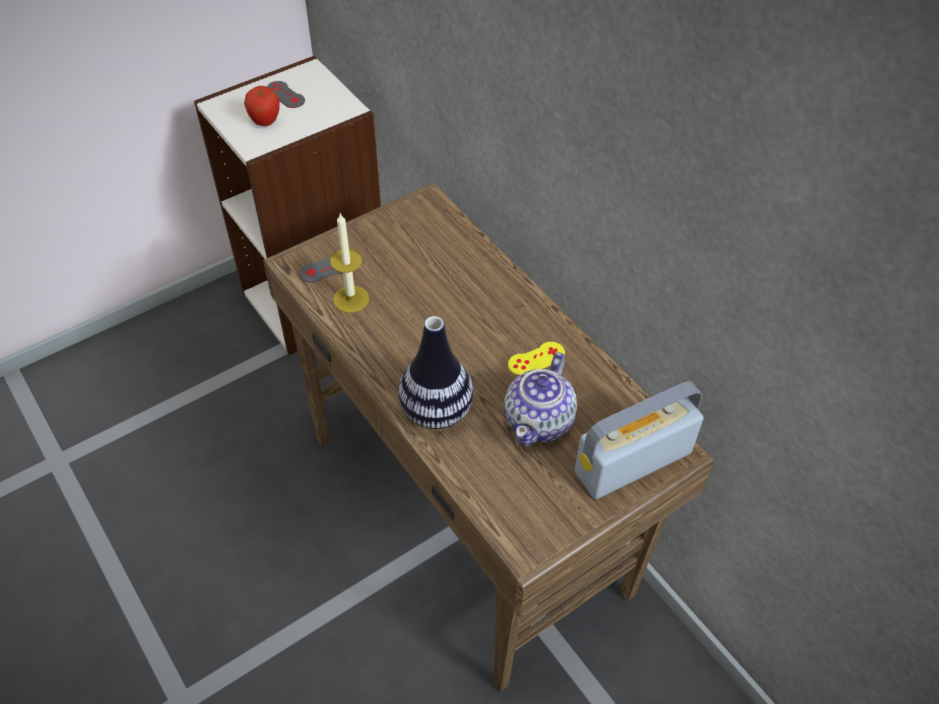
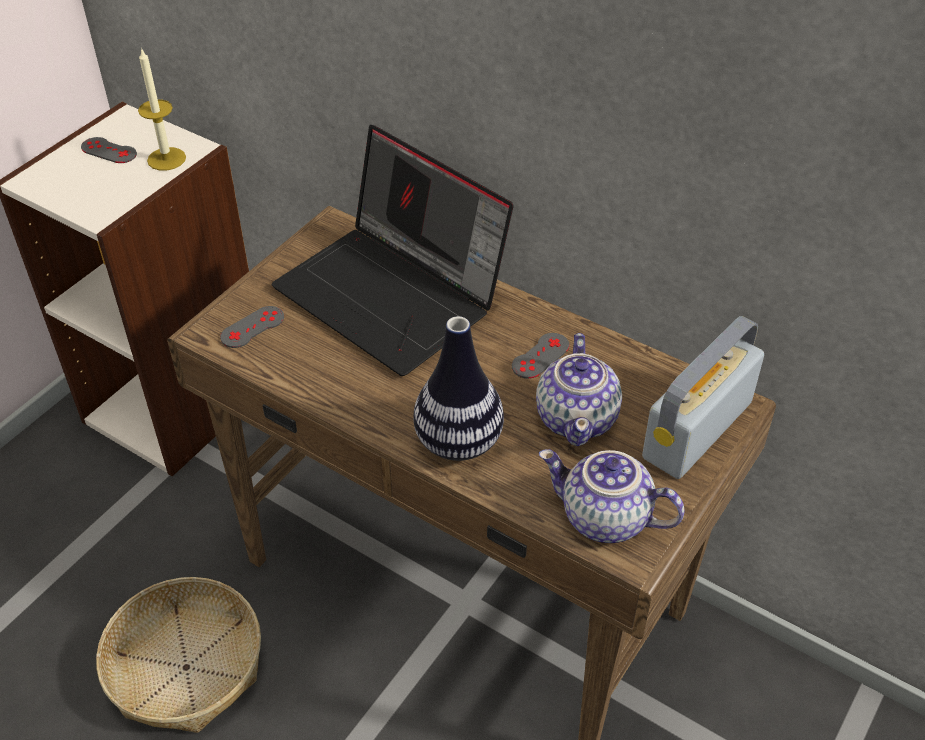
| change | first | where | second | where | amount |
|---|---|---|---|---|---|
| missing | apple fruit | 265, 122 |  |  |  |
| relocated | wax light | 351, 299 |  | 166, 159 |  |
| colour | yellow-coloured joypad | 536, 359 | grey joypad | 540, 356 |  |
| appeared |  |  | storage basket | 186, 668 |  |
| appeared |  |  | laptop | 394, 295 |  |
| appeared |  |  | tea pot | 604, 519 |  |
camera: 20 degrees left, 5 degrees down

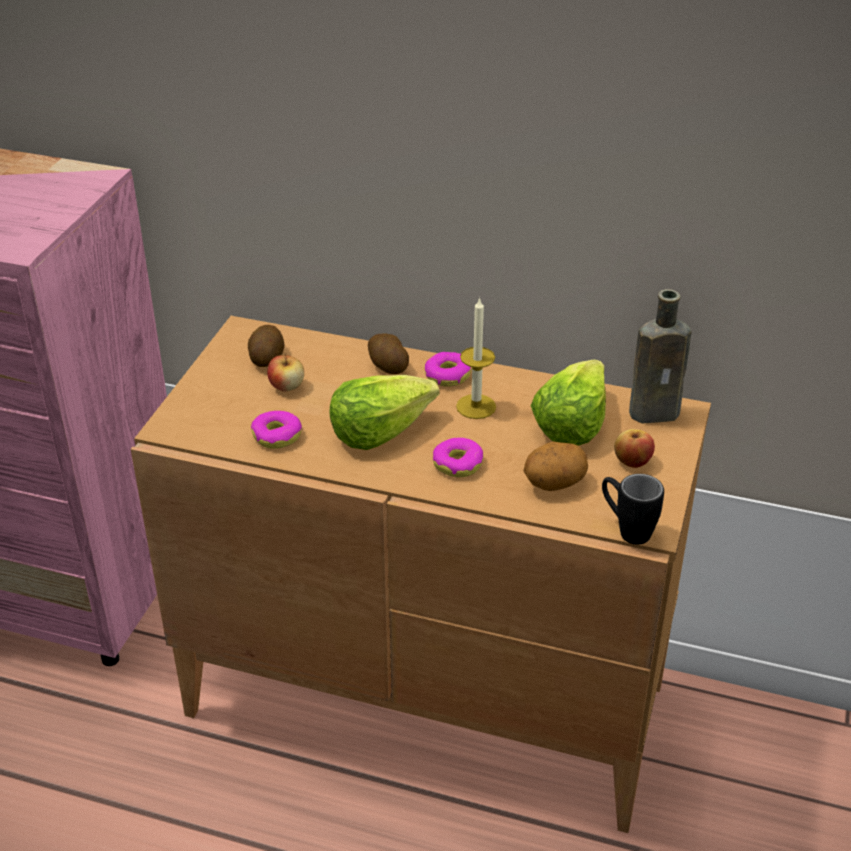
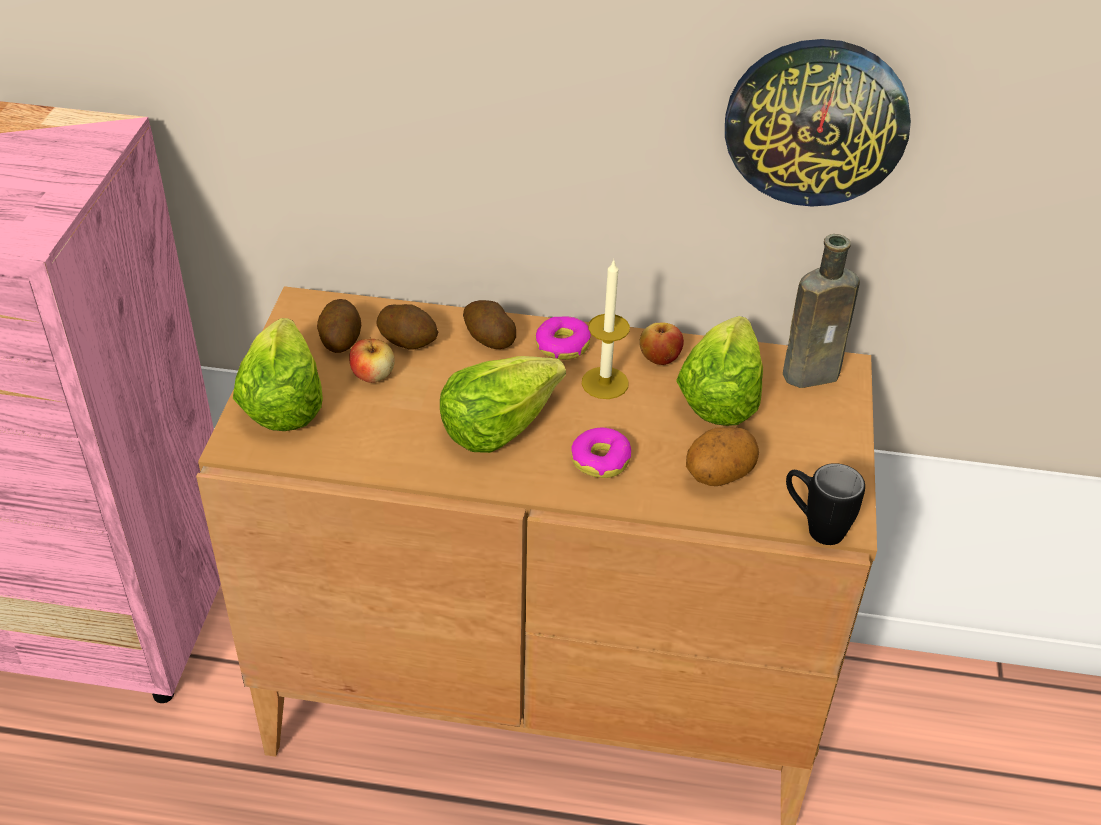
| change | first | where | second | where | amount |
|---|---|---|---|---|---|
| missing | donut | 277, 436 |  |  |  |
| relocated | apple fruit | 632, 461 |  | 659, 358 |  |
| appeared |  |  | head of lettuce | 282, 401 |  |
| appeared |  |  | spud | 408, 340 |  |
| appeared |  |  | clock on the wall | 816, 122 |  |
camera: 10 degrees left, 5 degrees up

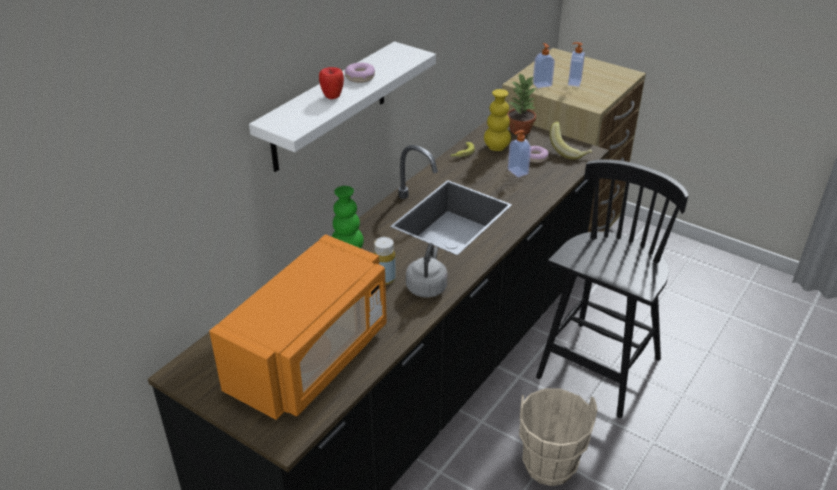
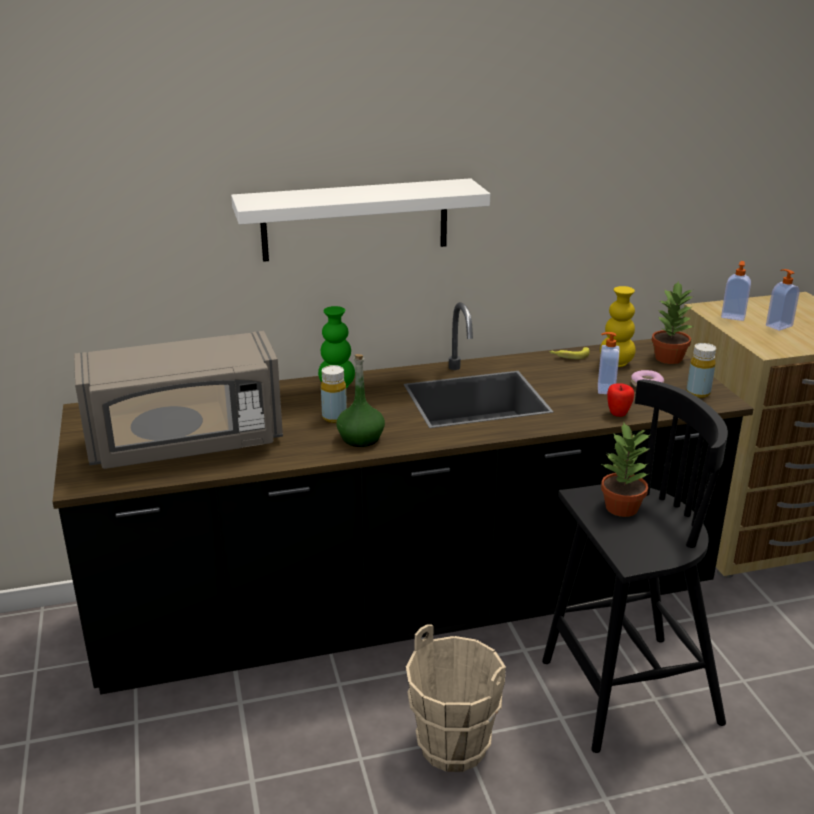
| change | first | where | second | where | amount |
|---|---|---|---|---|---|
| colour | orangey microwave oven | 311, 357 | grey microwave oven | 186, 443 |  |
| relocated | apple fruit | 332, 96 |  | 618, 414 |  |
| missing | donut | 360, 77 |  |  |  |
| exchanged | grey kettle | 427, 286 | greenish drink bottle | 360, 438 |  |
| exchanged | banana fruit | 569, 151 | yellow-coloured drink bottle | 698, 393 |  |
| appeared |  |  | potted plant | 622, 508 |  |
camera: 40 degrees right, 10 degrees down

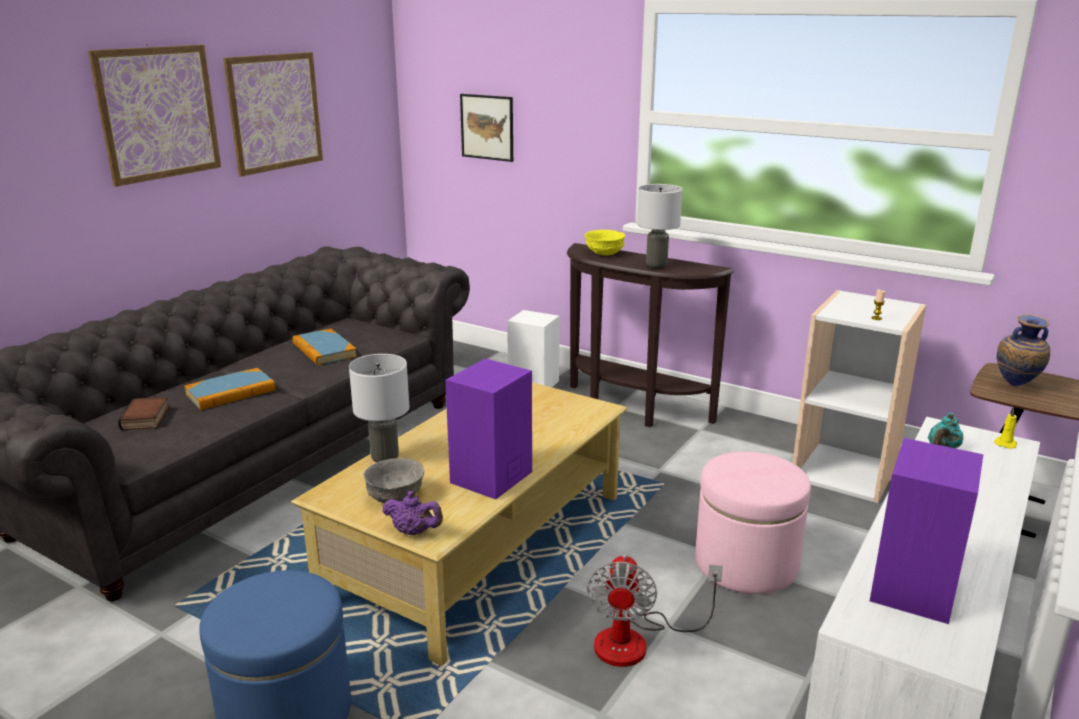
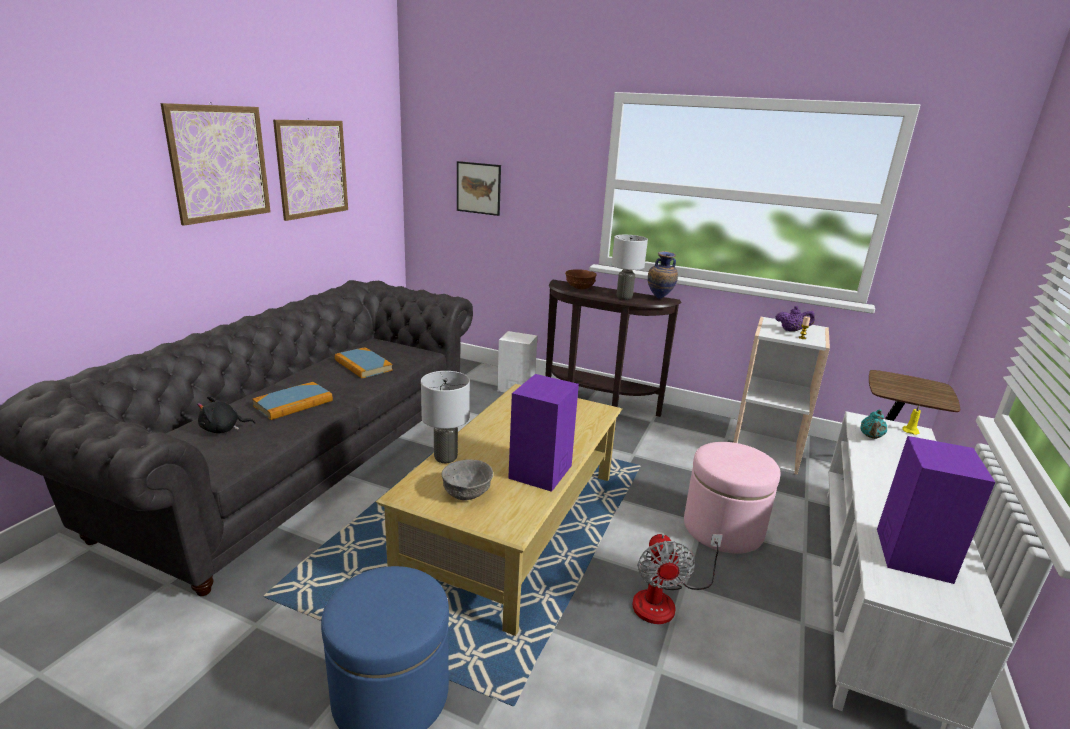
| change | first | where | second | where | amount |
|---|---|---|---|---|---|
| exchanged | volume | 147, 419 | black-coloured cuddly toy | 223, 429 |  |
| relocated | purple tea pot | 414, 532 |  | 792, 330 |  |
| colour | yellow-coloured serving bowl | 604, 253 | brown-coloured serving bowl | 580, 287 |  |
| relocated | flower vase | 1015, 387 |  | 659, 299 |  |
camera: 10 degrees left, 0 degrees up

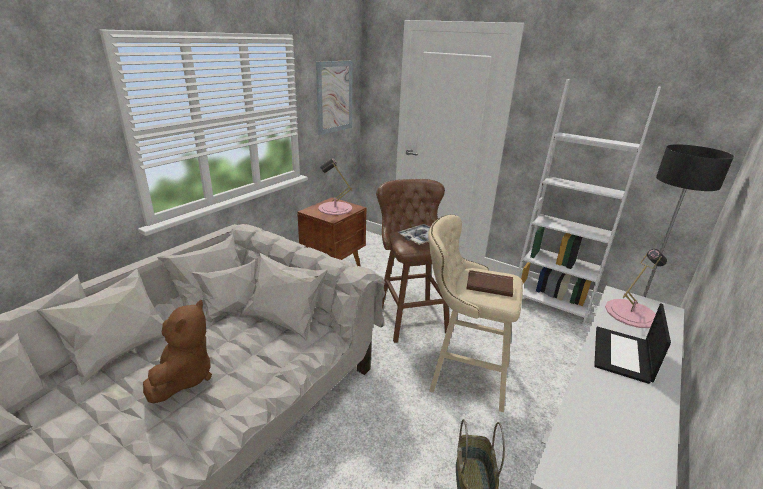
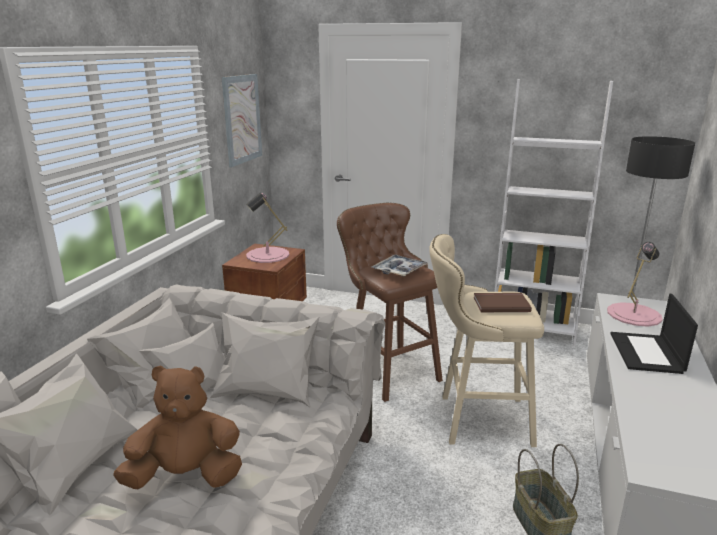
| change | first | where | second | where | amount |
|---|---|---|---|---|---|
| spun | brown-coloured cuddly toy | 184, 377 |  | 186, 476 | 90 degrees counterclockwise |
camera: 15 degrees left, 5 degrees down

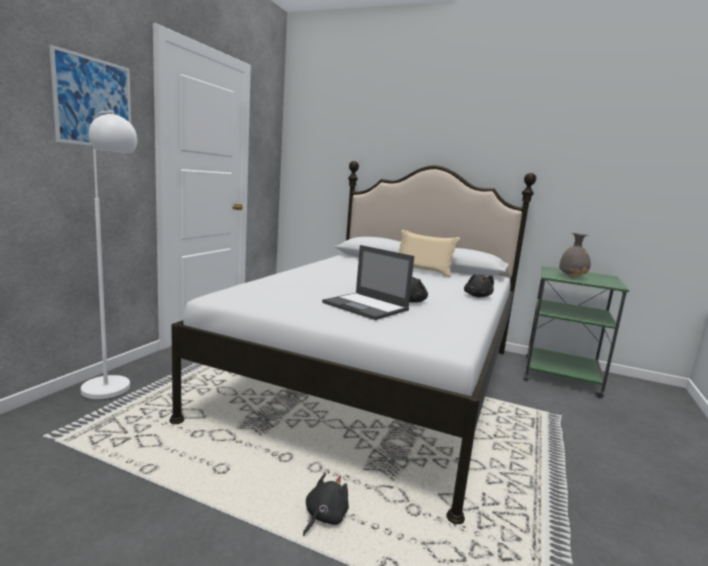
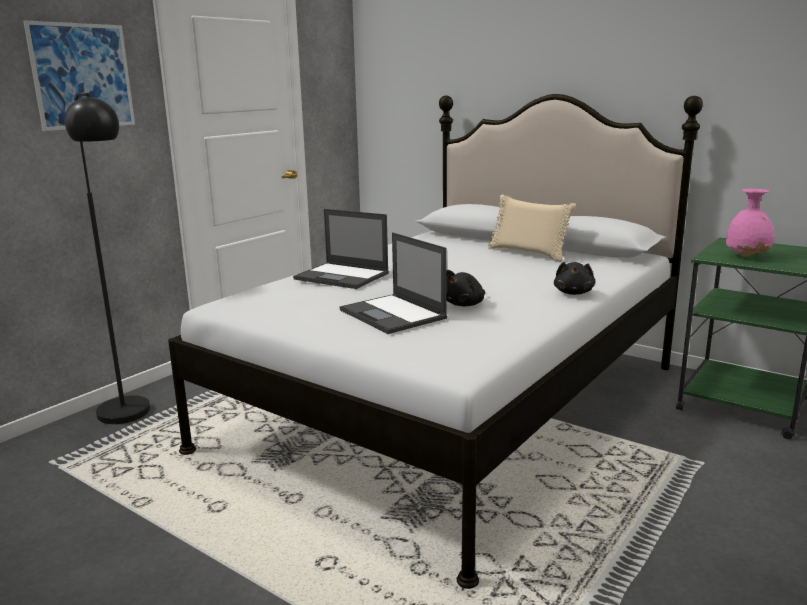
| change | first | where | second | where | amount |
|---|---|---|---|---|---|
| colour | whitish standard lamp | 113, 394 | black-coloured standard lamp | 130, 418 |  |
| missing | black-coloured cuddly toy | 324, 517 |  |  |  |
| colour | grey flower vase | 572, 277 | pink flower vase | 747, 256 |  |
| appeared |  |  | laptop | 342, 276 |  |
camera: 15 degrees right, 5 degrees up

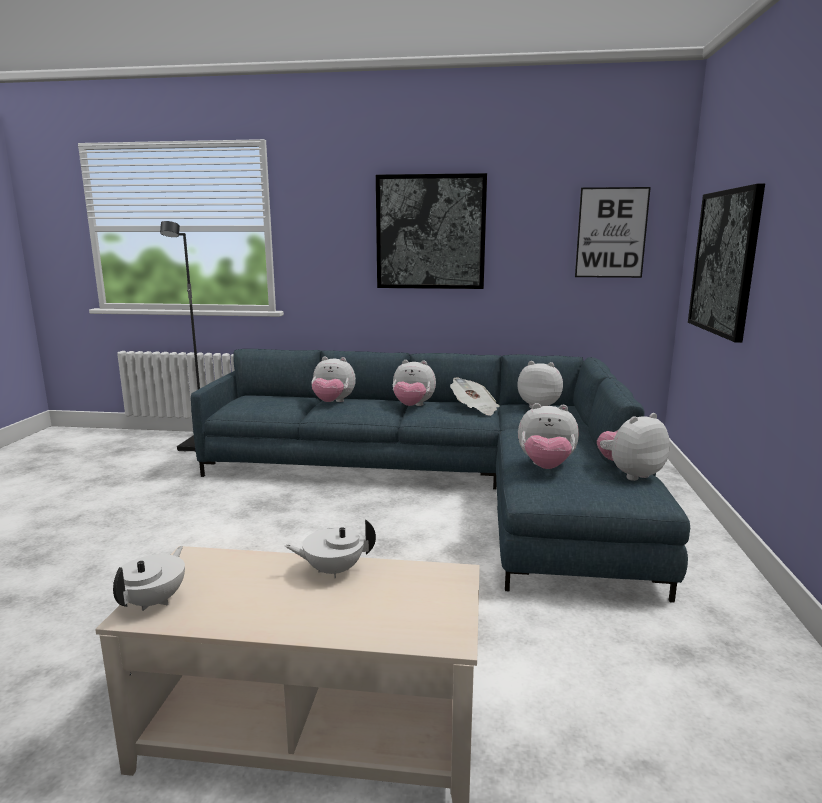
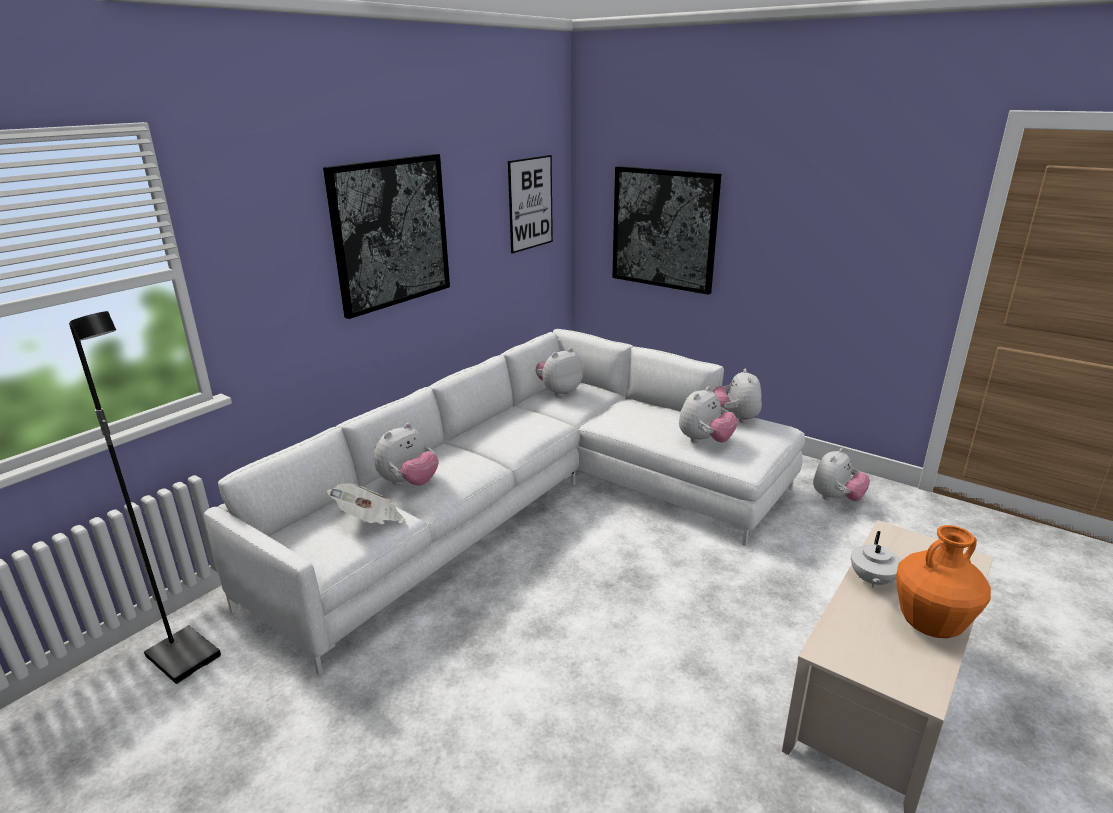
| change | first | where | second | where | amount |
|---|---|---|---|---|---|
| missing | whitish tea pot | 154, 601 |  |  |  |
| colour | blue-coloured settee | 447, 485 | whitish settee | 539, 504 |  |
| relocated | cuddly toy | 413, 406 |  | 836, 498 |  |
| relocated | printed paper | 474, 409 |  | 370, 520 |  |
| appeared |  |  | orangey flower vase | 929, 626 |  |
camera: 60 degrees left, 10 degrees up

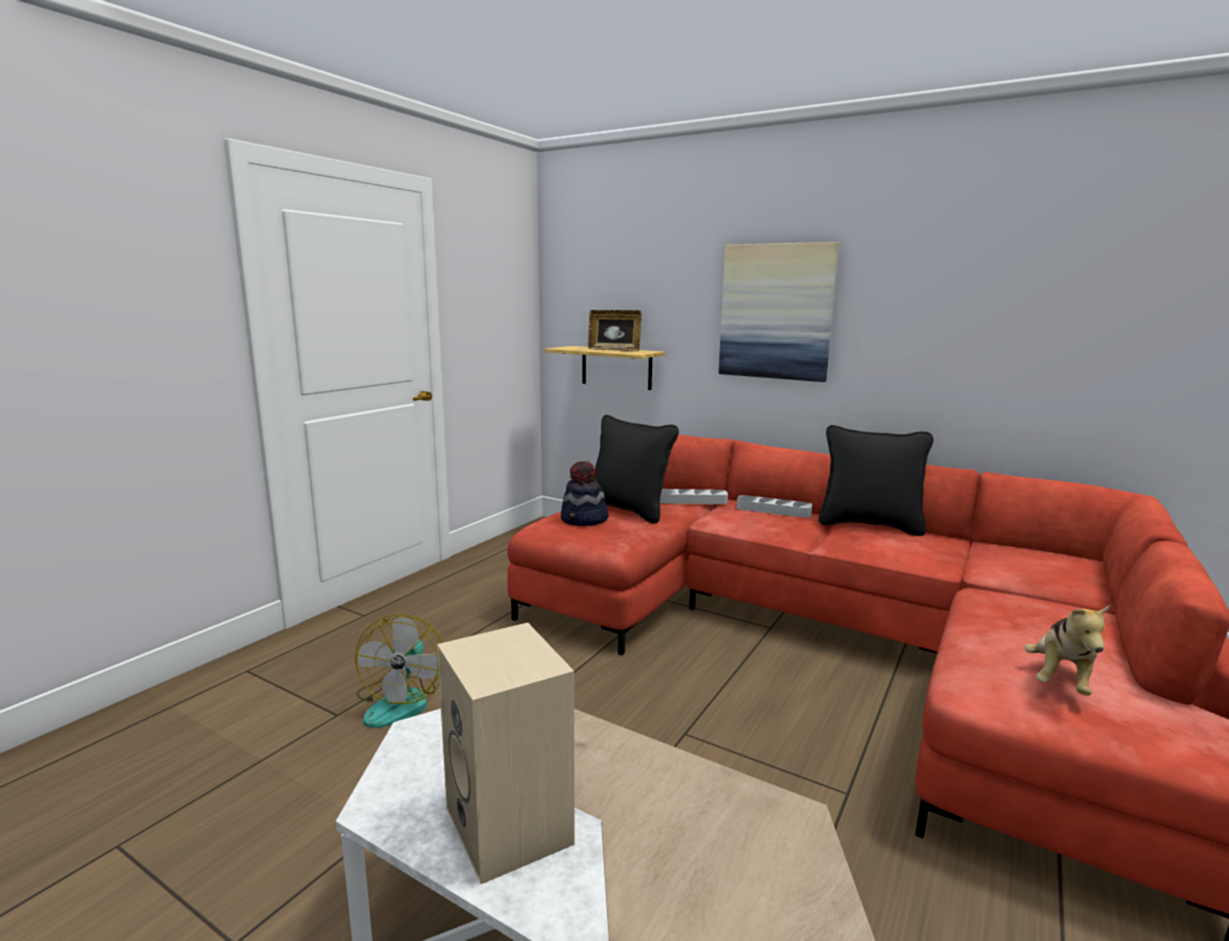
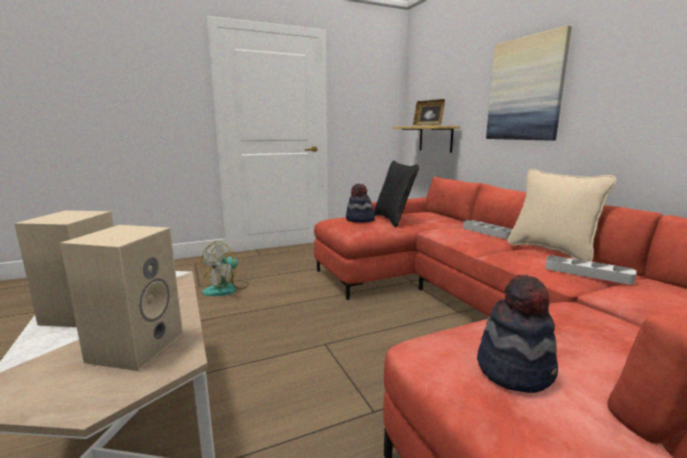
| change | first | where | second | where | amount |
|---|---|---|---|---|---|
| relocated | grey tray | 692, 500 |  | 587, 273 |  |
| colour | black-coloured pillow | 869, 525 | beige pillow | 551, 250 |  |
| exchanged | cuddly toy | 1060, 680 | wearable hat | 515, 370 |  |
| appeared |  |  | beige loudspeaker | 136, 346 |  |
camera: 35 degrees right, 0 degrees up

